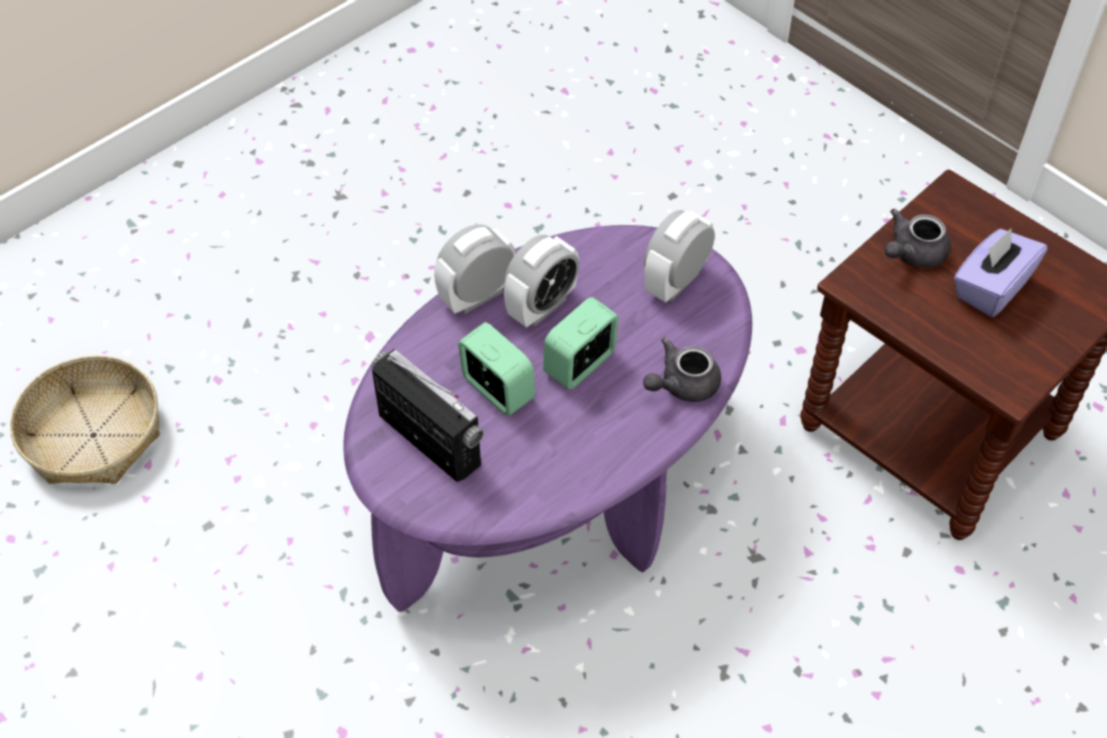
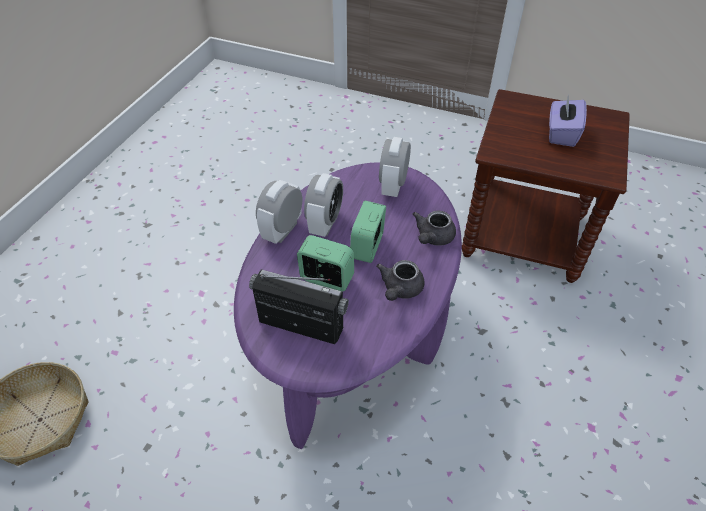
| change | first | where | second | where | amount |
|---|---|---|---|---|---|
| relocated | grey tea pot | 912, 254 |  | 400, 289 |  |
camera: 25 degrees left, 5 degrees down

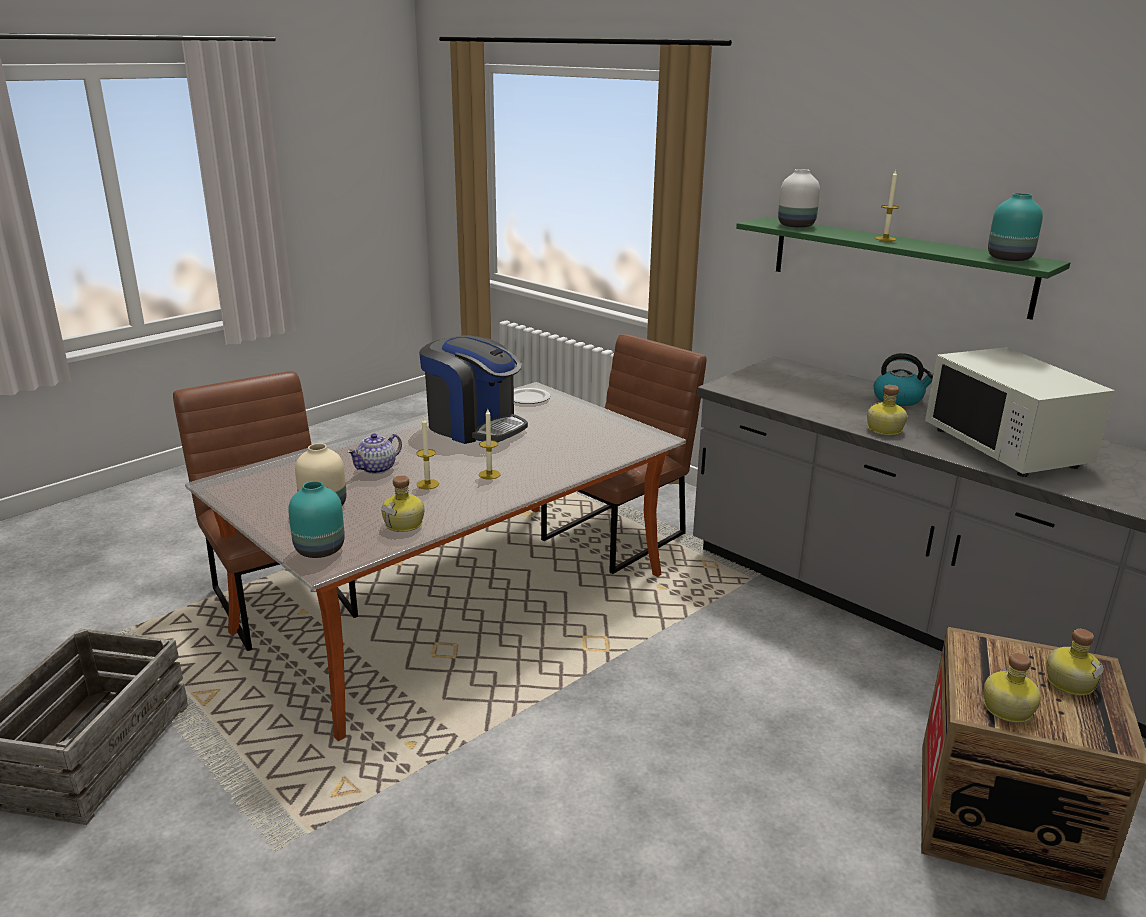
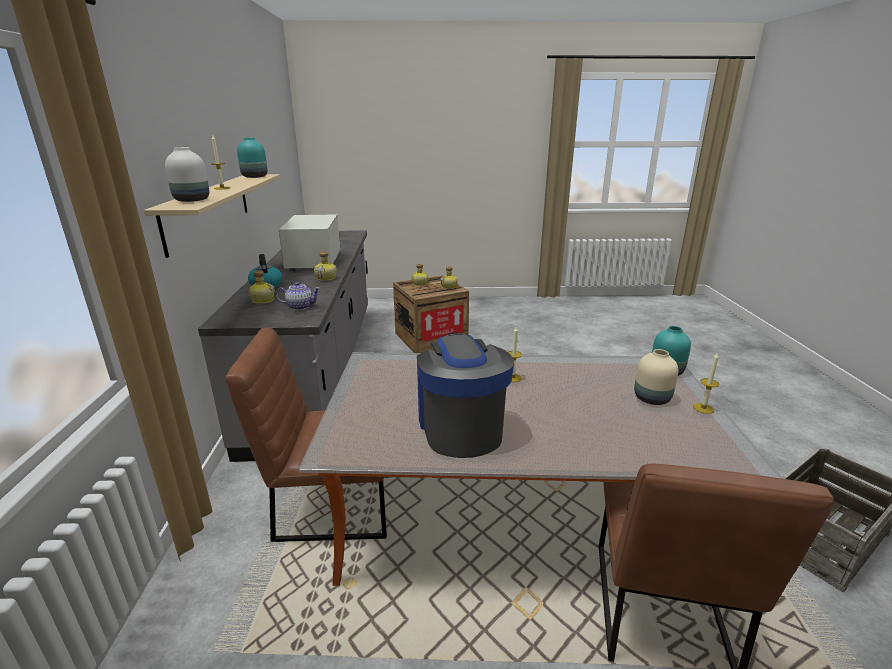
| change | first | where | second | where | amount |
|---|---|---|---|---|---|
| relocated | tea pot | 377, 468 |  | 299, 306 |  |
| relocated | drink bottle | 405, 524 |  | 262, 300 |  |
| relocated | wax light | 427, 484 |  | 703, 408 |  |
| missing | dinner plate | 527, 398 |  |  |  |
| colour | greenish wall shelf | 897, 265 | beige wall shelf | 209, 209 |  |
| spun | whitish microwave oven | 1006, 447 |  | 314, 262 | 150 degrees clockwise |
camera: 135 degrees left, 0 degrees up

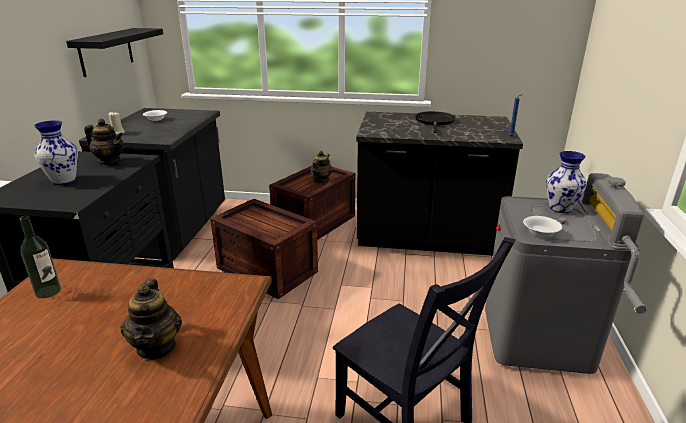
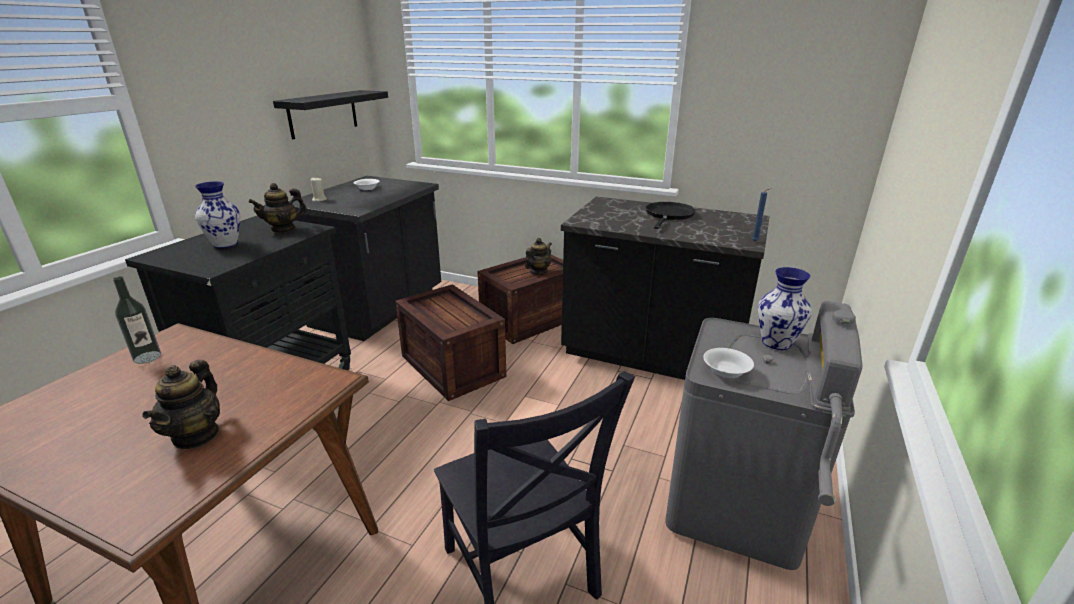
| change | first | where | second | where | amount |
|---|---|---|---|---|---|
| spun | tea pot | 110, 162 |  | 283, 229 | 105 degrees clockwise |
camera: 15 degrees right, 0 degrees up

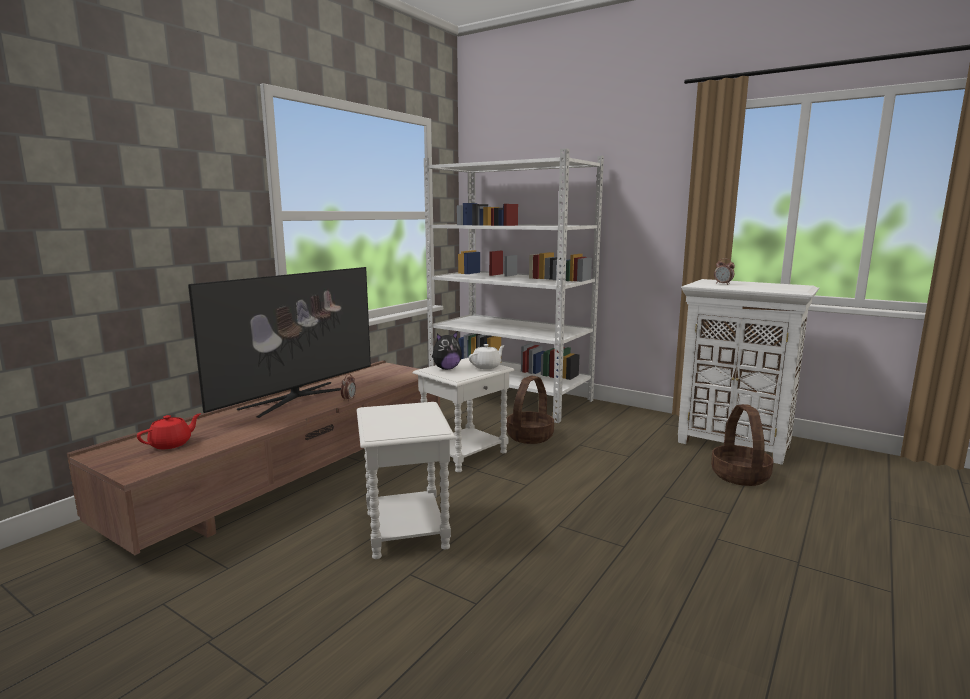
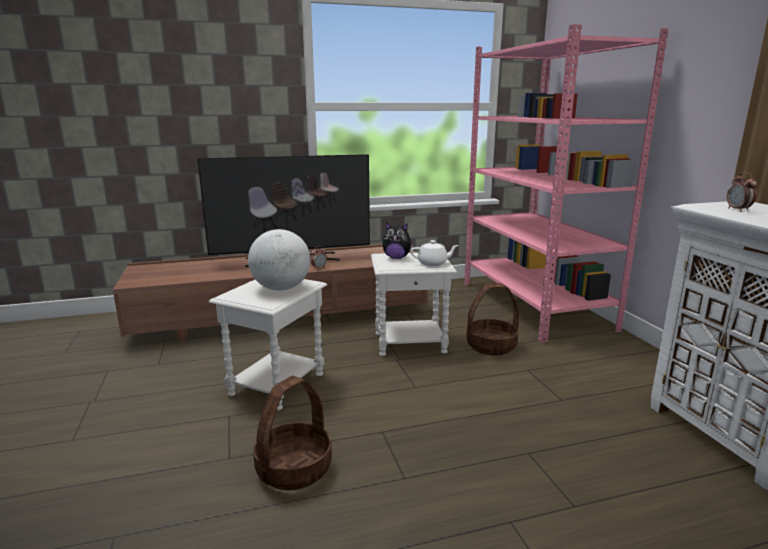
| change | first | where | second | where | amount |
|---|---|---|---|---|---|
| missing | red tea pot | 171, 444 |  |  |  |
| colour | whitish bookshelf | 510, 397 | pink bookshelf | 533, 305 |  |
| relocated | storage basket | 739, 475 |  | 294, 468 |  |
| appeared |  |  | desk globe | 281, 288 |  |
camera: 40 degrees right, 5 degrees up

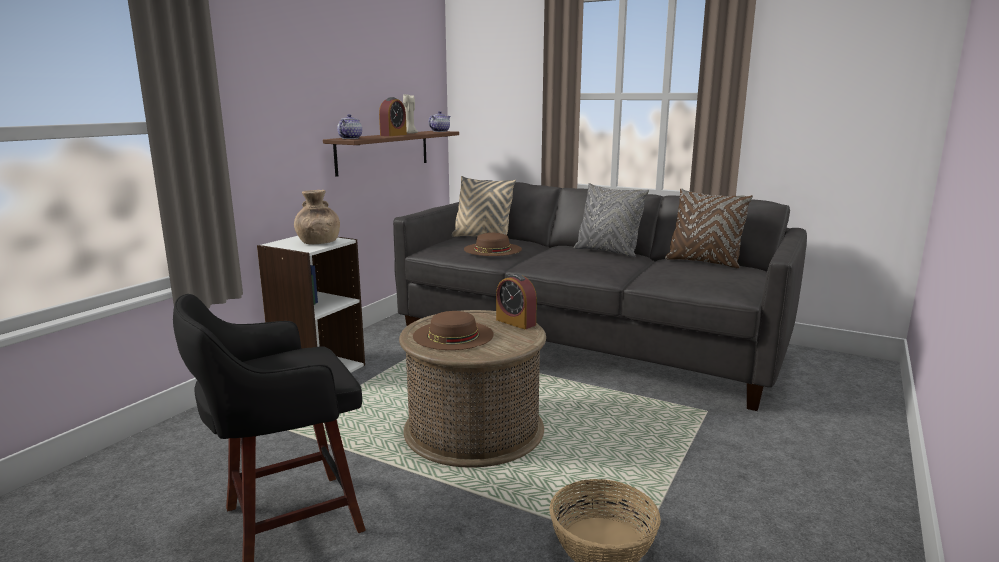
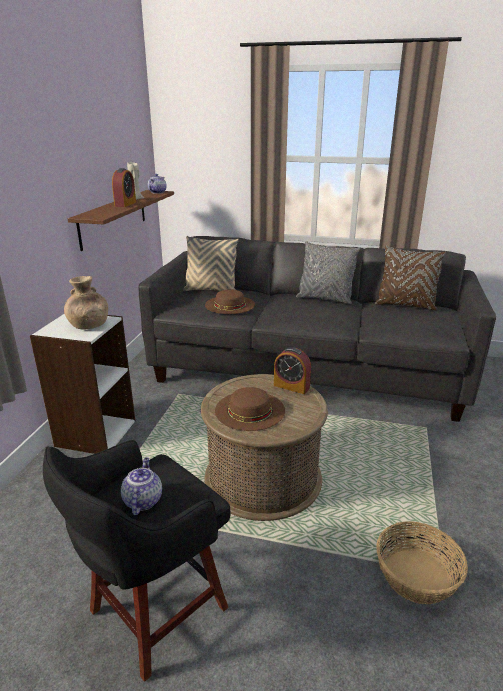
| change | first | where | second | where | amount |
|---|---|---|---|---|---|
| relocated | tea pot | 350, 138 |  | 142, 500 |  |
camera: 15 degrees left, 10 degrees up

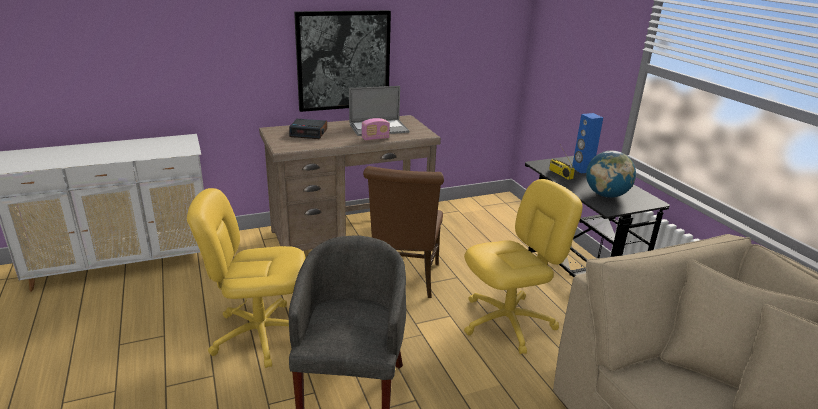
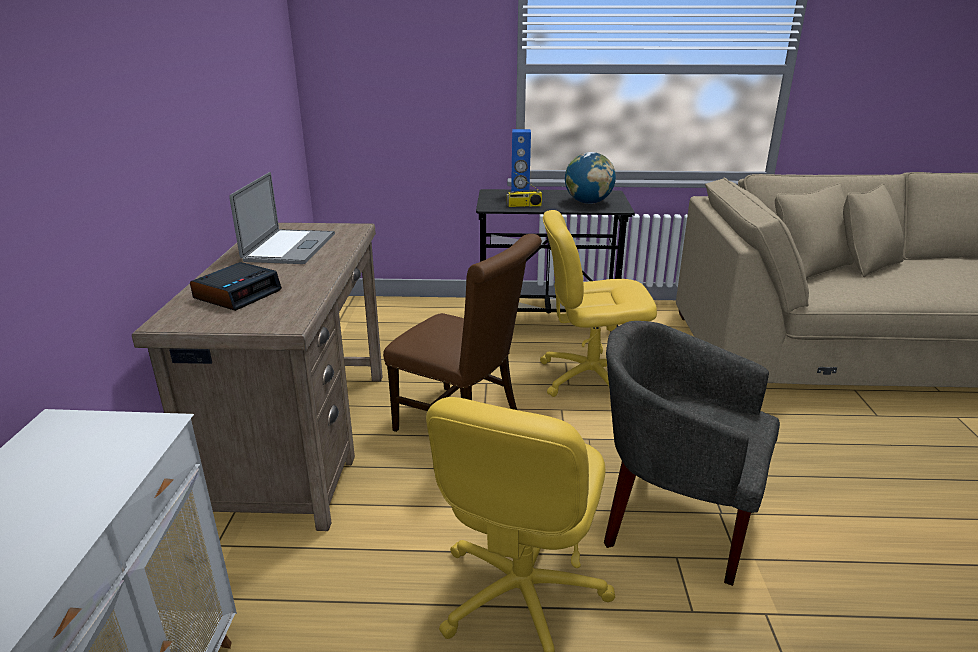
| change | first | where | second | where | amount |
|---|---|---|---|---|---|
| missing | picture | 343, 60 |  |  |  |
| missing | radio | 375, 138 |  |  |  |
| spun | yellow-coloured desk chair | 508, 322 |  | 591, 377 | 90 degrees counterclockwise |
camera: 65 degrees left, 0 degrees up

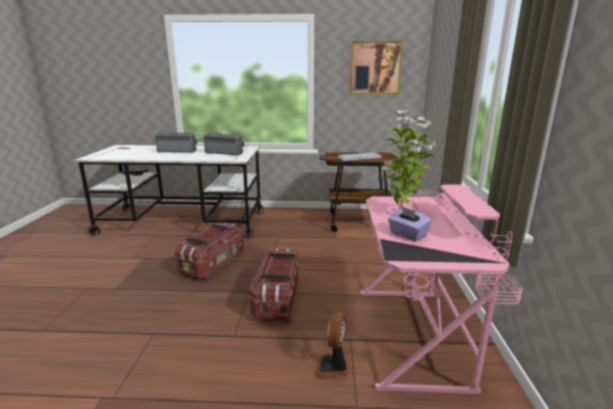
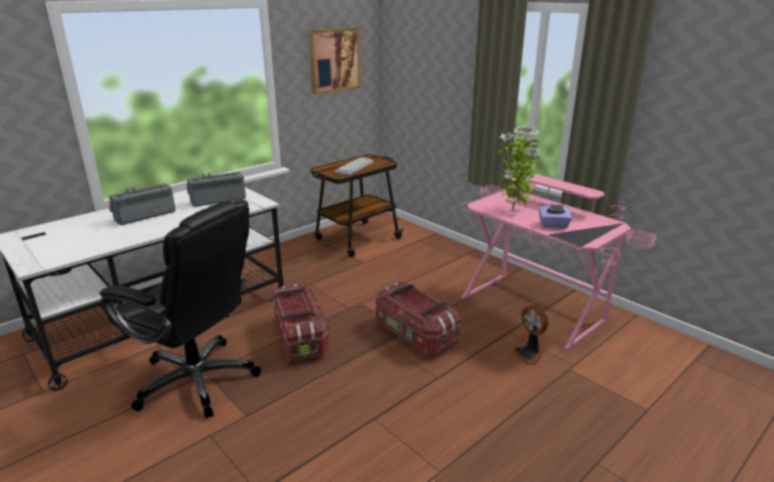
| change | first | where | second | where | amount |
|---|---|---|---|---|---|
| appeared |  |  | black-coloured desk chair | 197, 379 |  |
camera: 45 degrees left, 5 degrees up

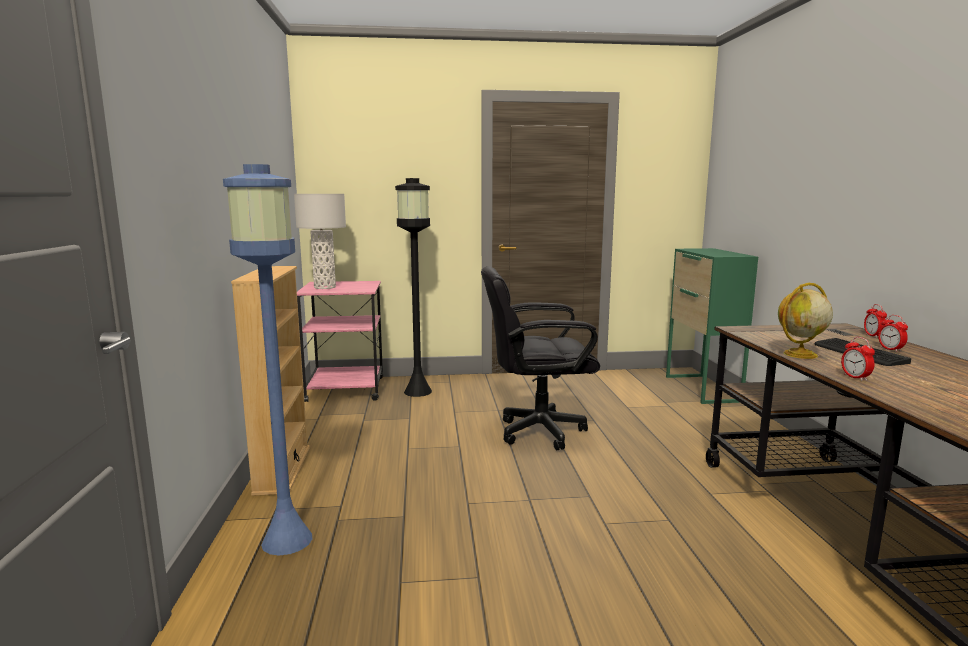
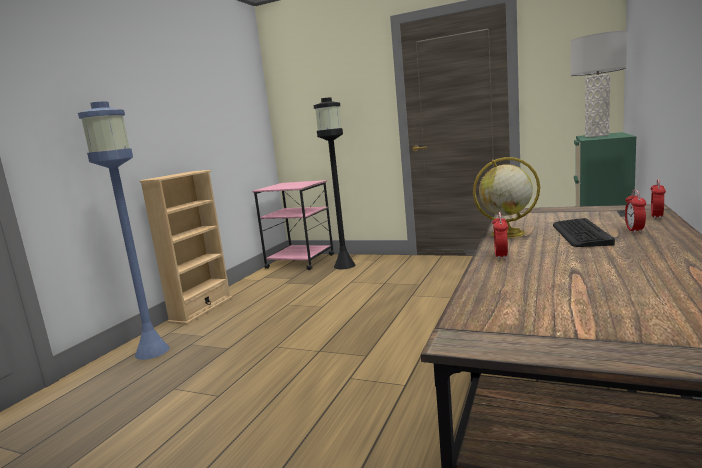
| change | first | where | second | where | amount |
|---|---|---|---|---|---|
| relocated | whitish table lamp | 324, 287 |  | 596, 136 |  |
| missing | black-coloured desk chair | 536, 433 |  |  |  |
camera: 30 degrees right, 0 degrees up

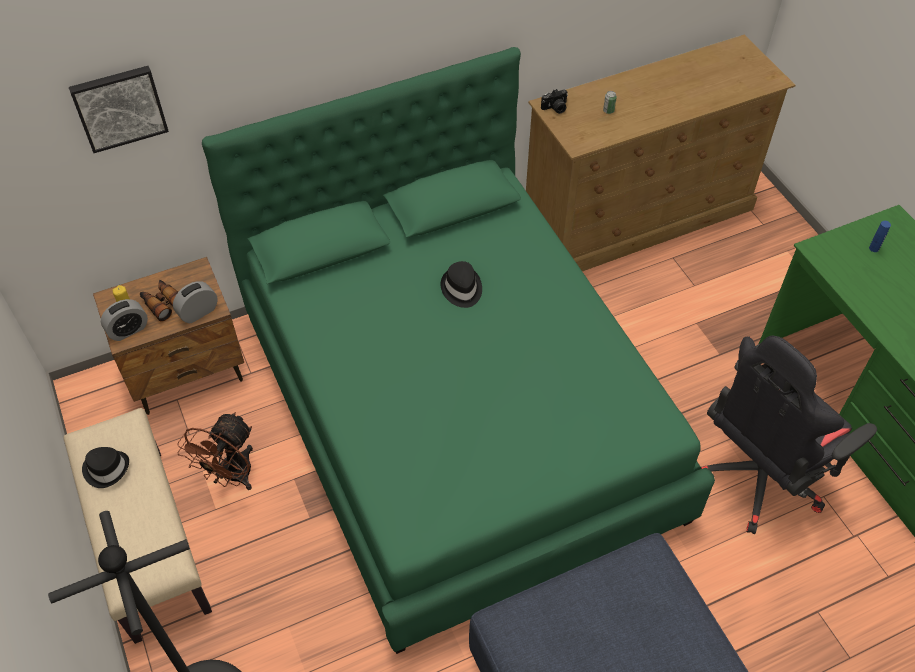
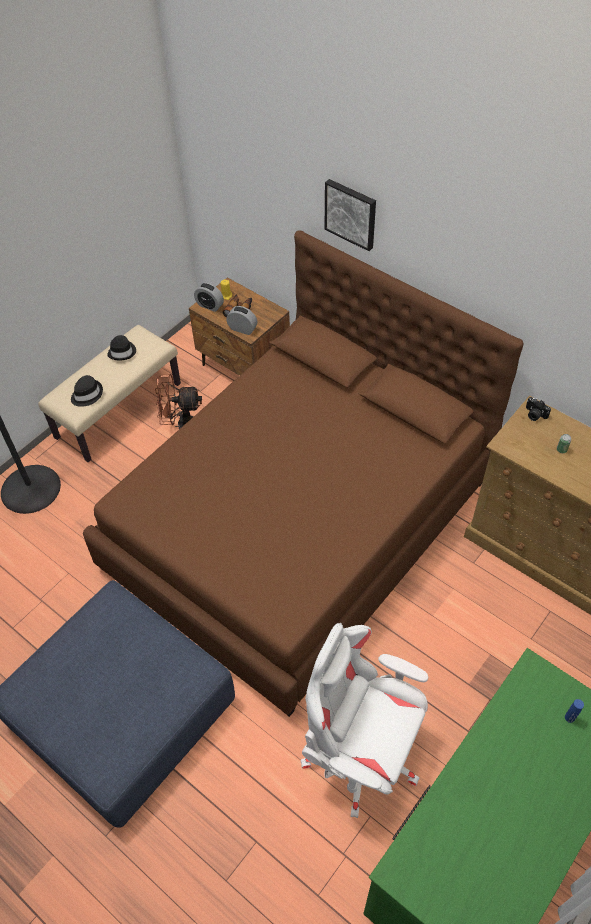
| change | first | where | second | where | amount |
|---|---|---|---|---|---|
| relocated | picture | 119, 107 |  | 351, 213 |  |
| colour | greenish sleeping bed | 457, 414 | brown-coloured sleeping bed | 298, 524 |  |
| relocated | black-coloured wearable hat | 461, 289 |  | 87, 394 |  |
| colour | black-coloured desk chair | 759, 475 | whitish desk chair | 362, 755 |  |
camera: 65 degrees right, 0 degrees up

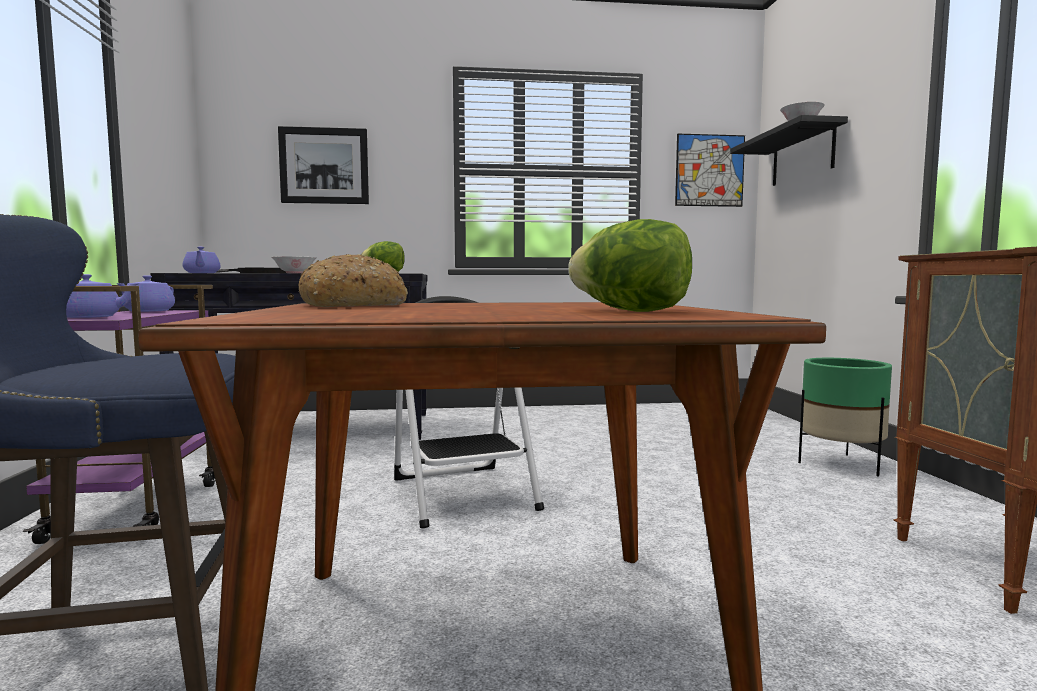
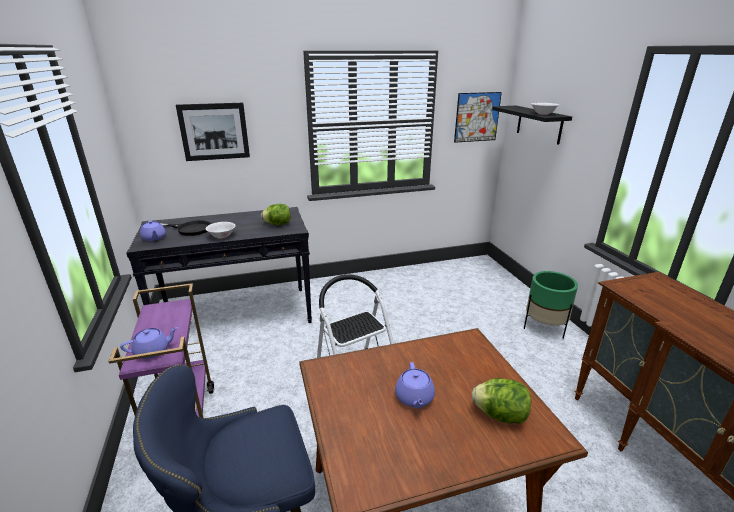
| change | first | where | second | where | amount |
|---|---|---|---|---|---|
| relocated | purple tea pot | 148, 311 |  | 414, 398 |  |
| missing | baked bread | 354, 305 |  |  |  |
camera: 10 degrees left, 20 degrees up

